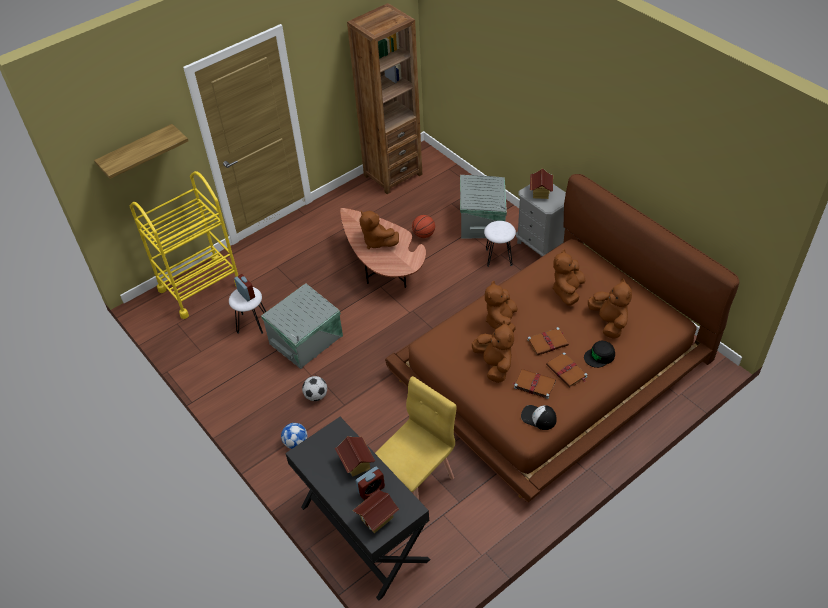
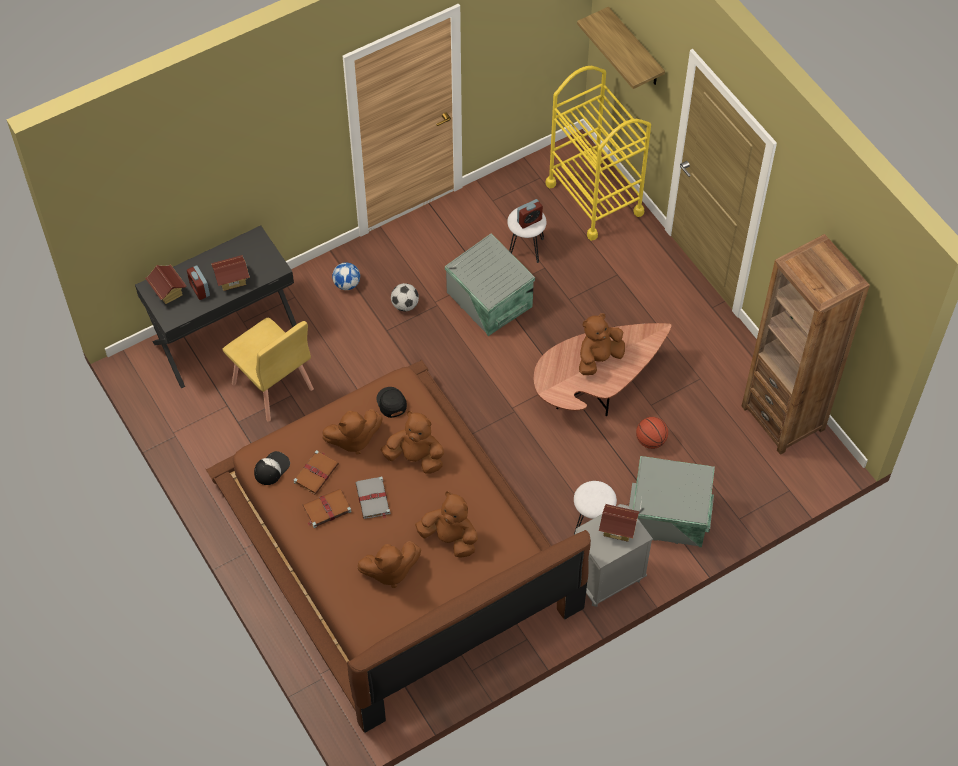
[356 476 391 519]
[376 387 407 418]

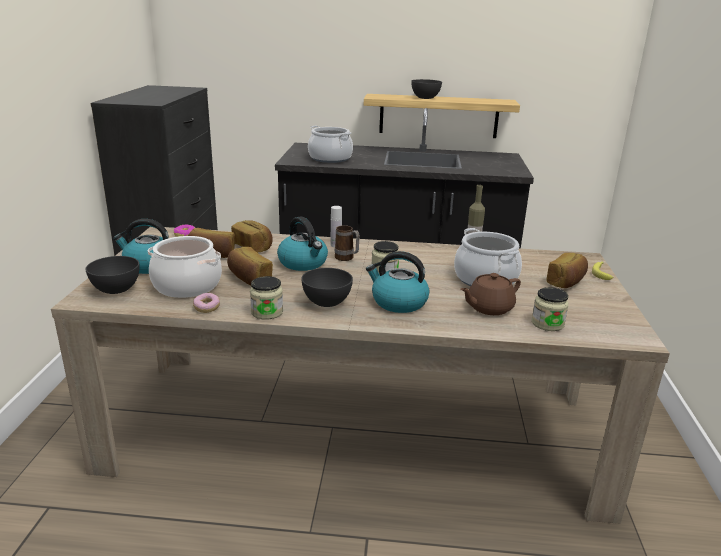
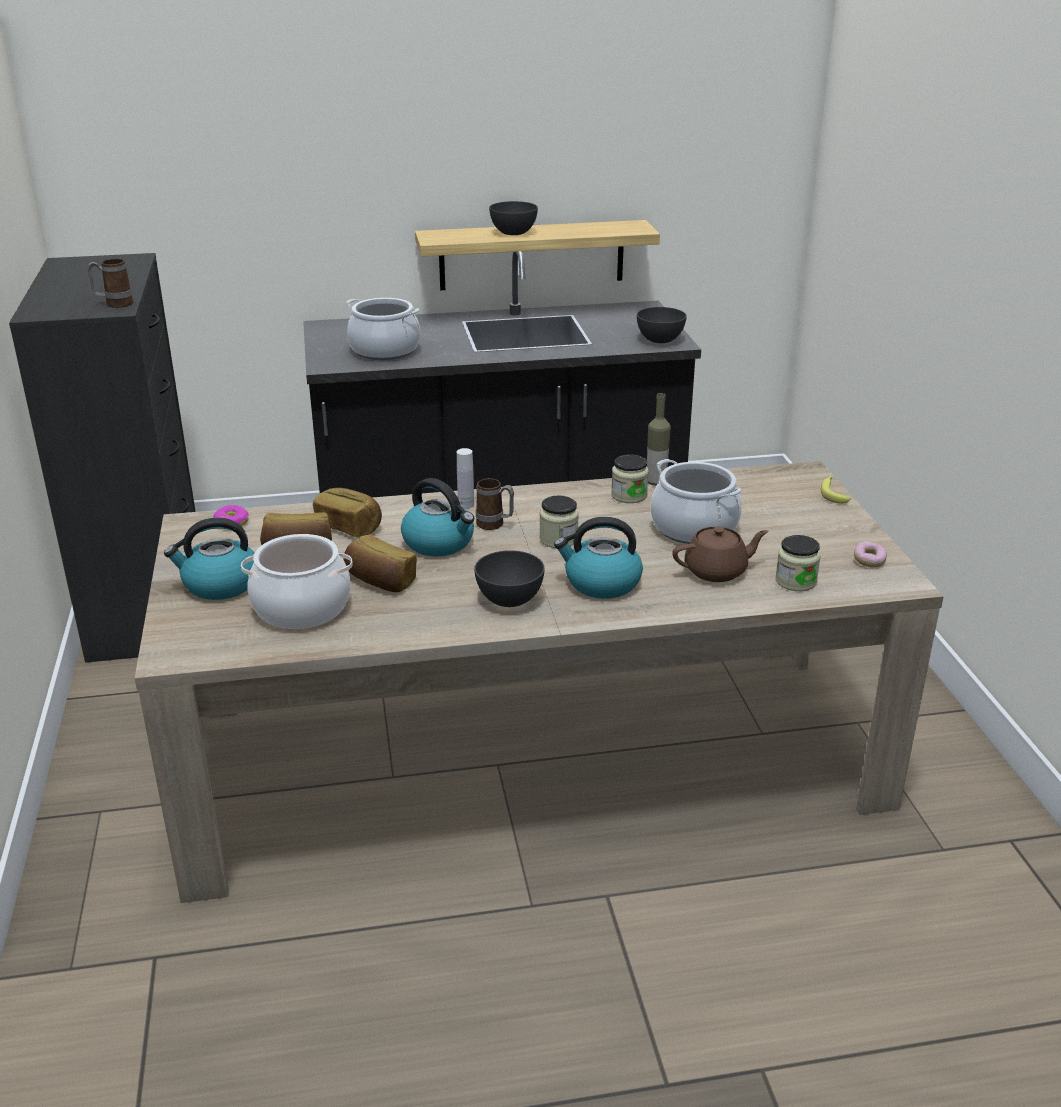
[546 253 588 288] (first image)
[637 307 687 343]
[672 526 768 582]
[611 454 649 503]
[854 542 887 568]
[87 258 133 308]

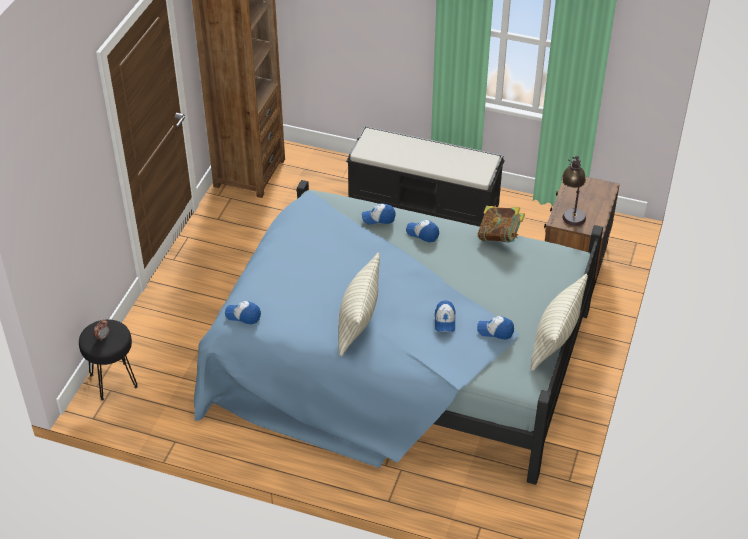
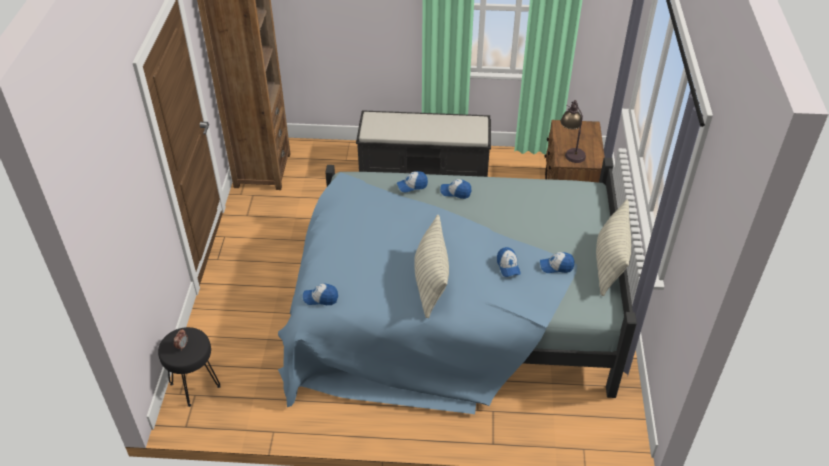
[478 206 525 242] (first image)

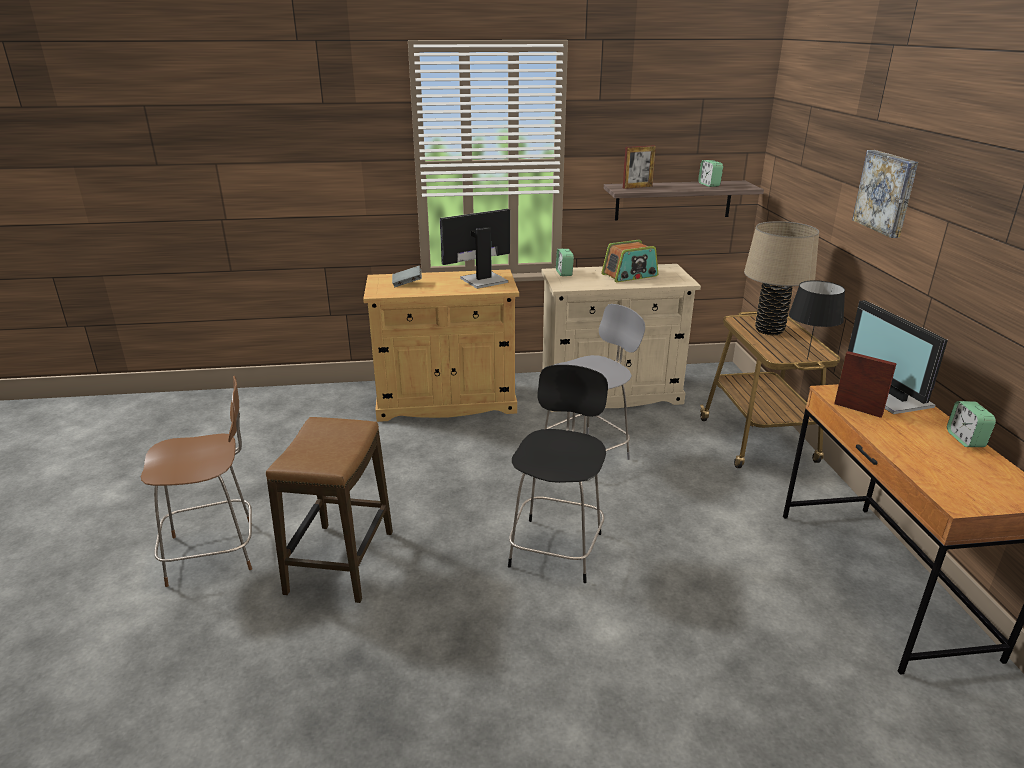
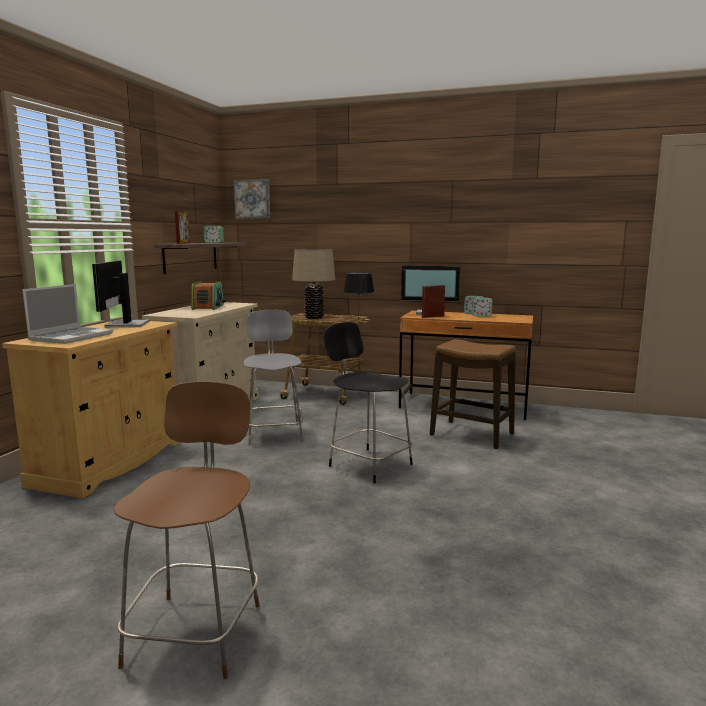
[233 179 270 219]
[472 297 493 317]
[22 284 113 344]
[430 339 516 449]

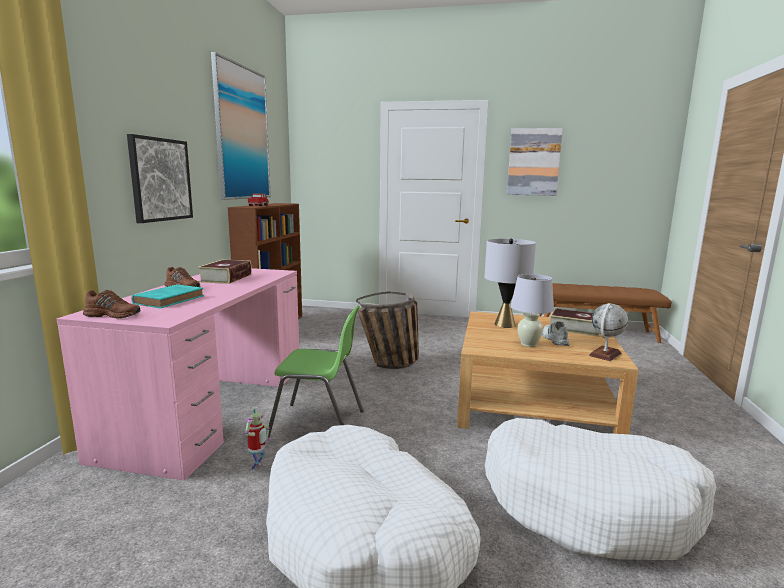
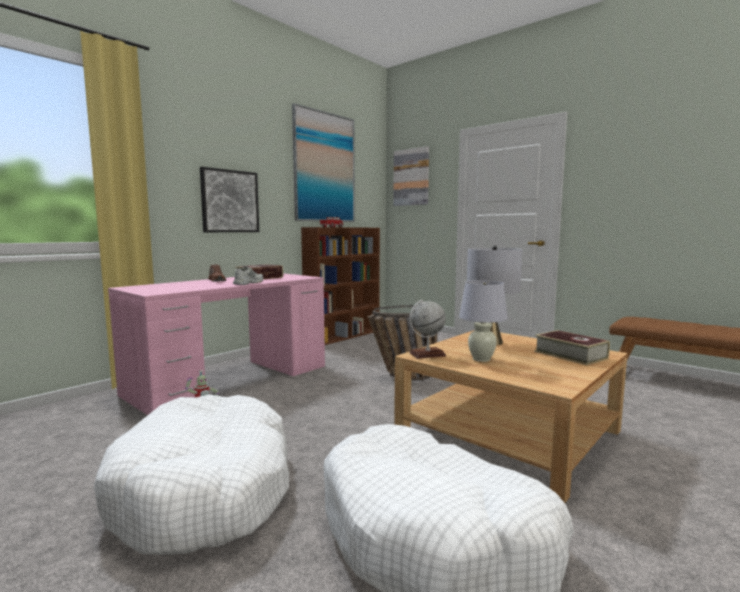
[393 146 429 206]
[131 284 204 308] (first image)
[83 290 140 319] (first image)
[409 300 446 359]
[268 305 364 438] (first image)
[233 267 263 285]

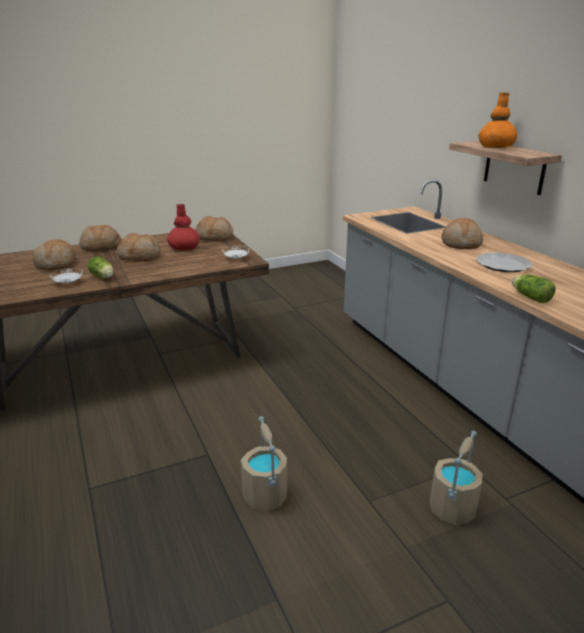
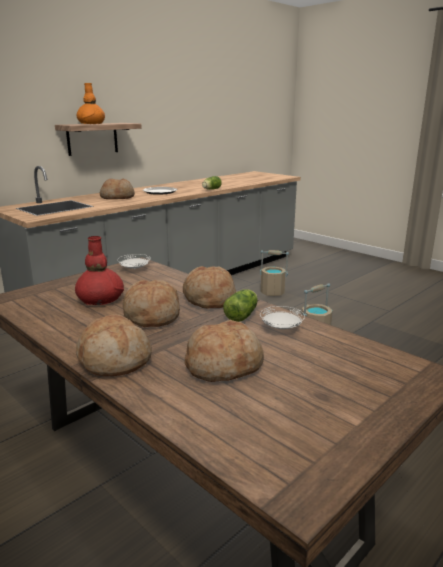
[183 266 236 309]

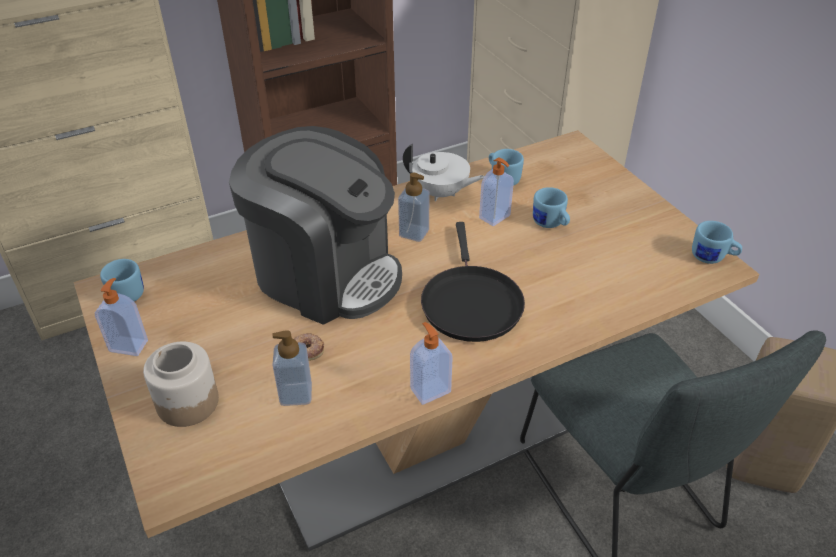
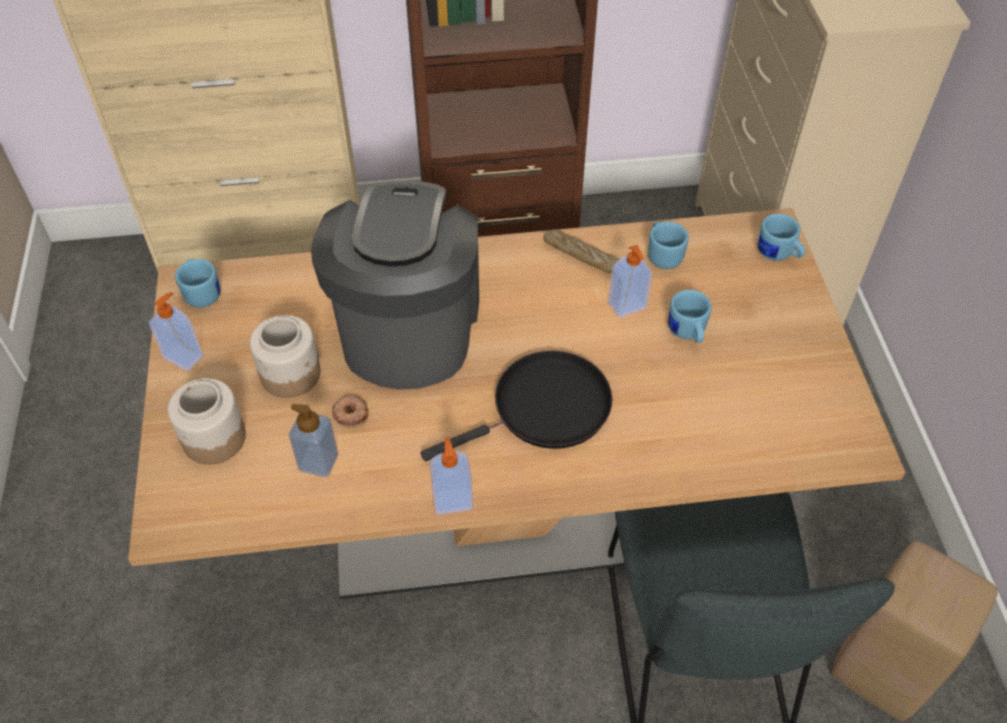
[311 181 479 390]
[543 229 619 273]
[398 173 429 242] (first image)
[758 214 805 261]
[421 351 613 461]
[250 315 321 398]

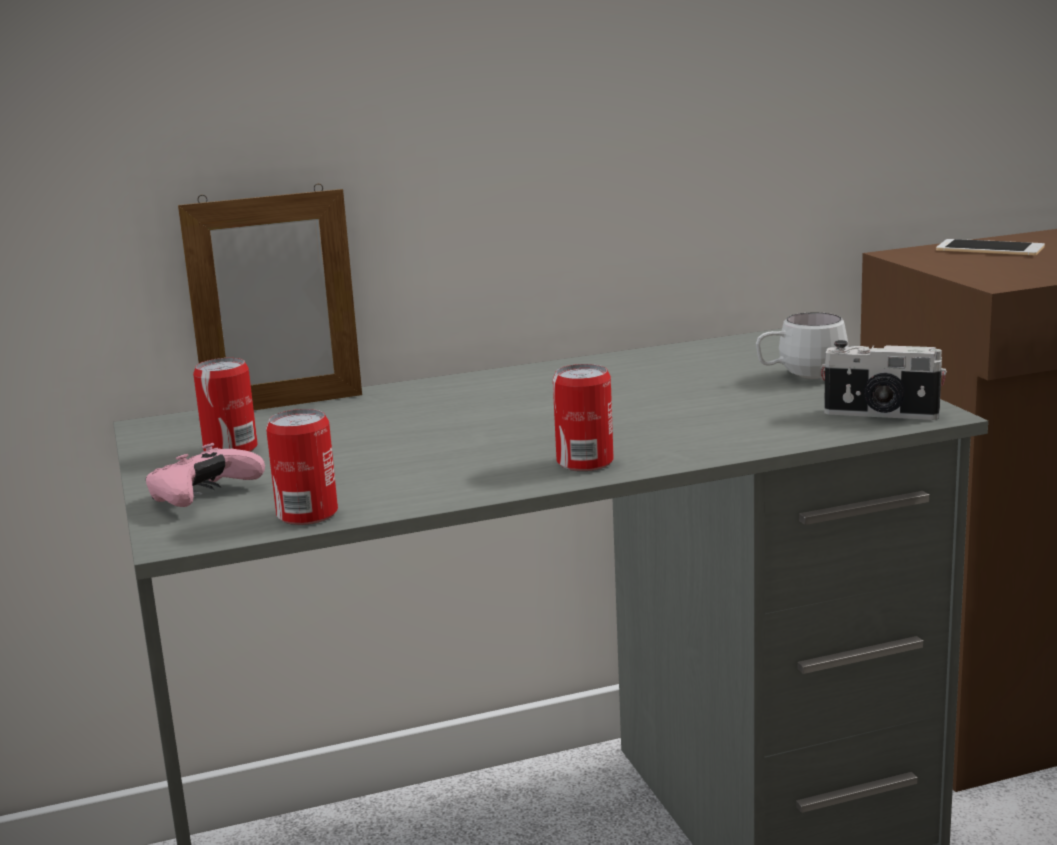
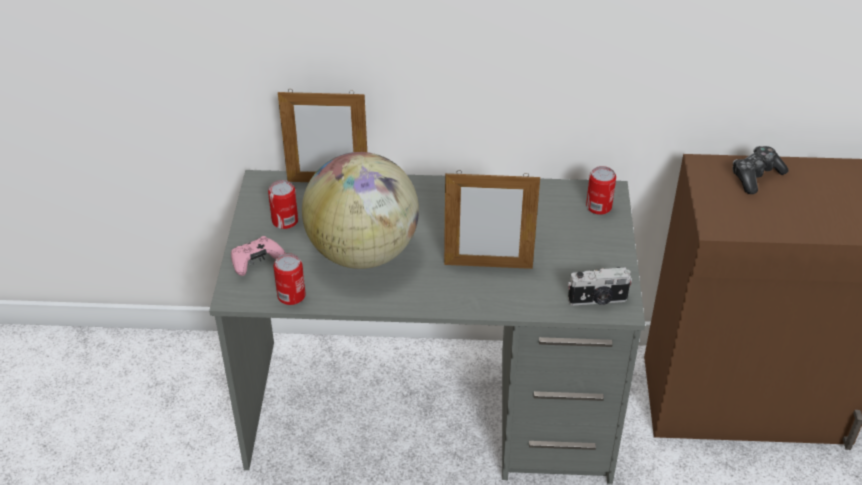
[732 146 789 194]
[756 312 849 379] (first image)
[568 267 632 305]
[586 166 616 215]
[302 152 419 269]
[444 170 540 269]

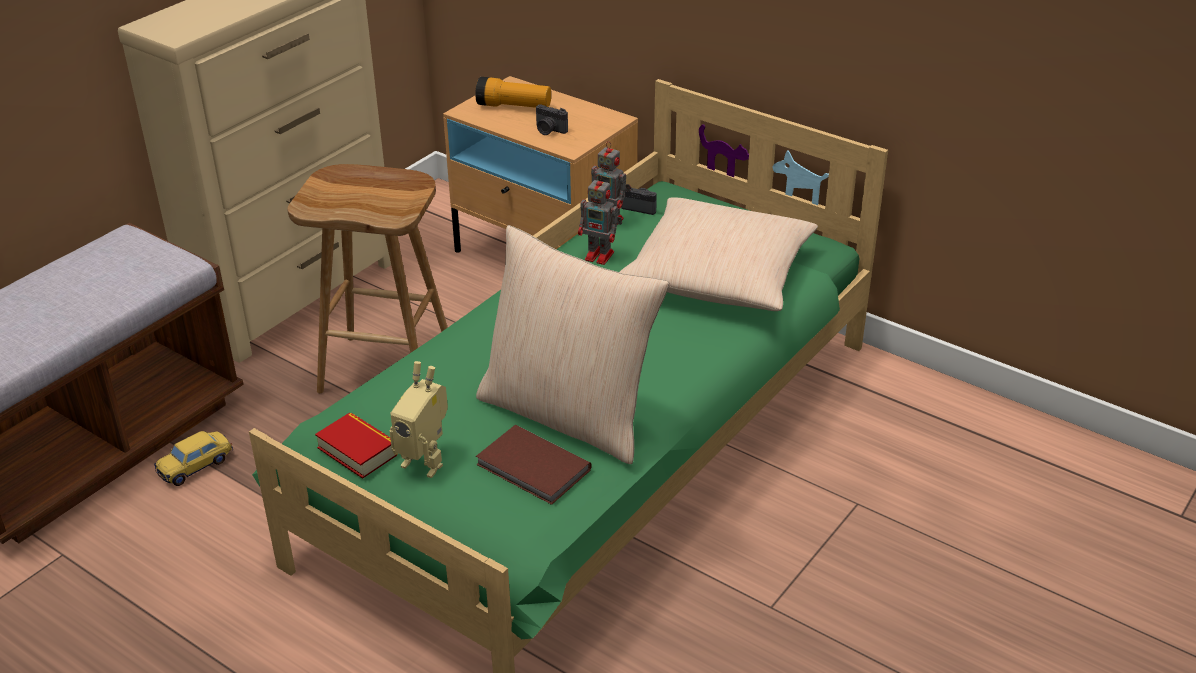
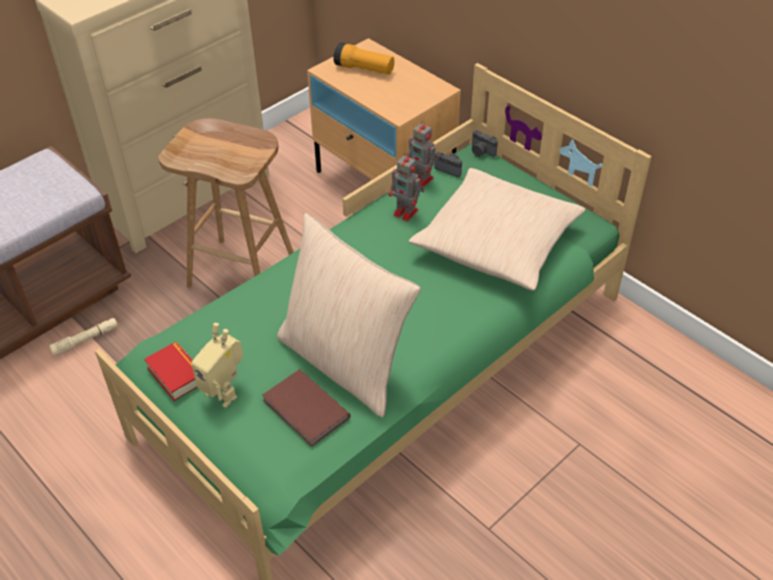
[472 130 498 157]
[49 318 118 356]

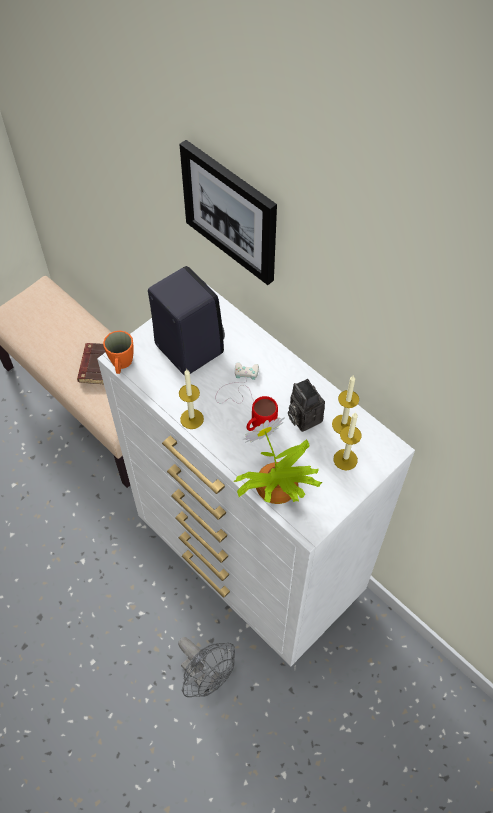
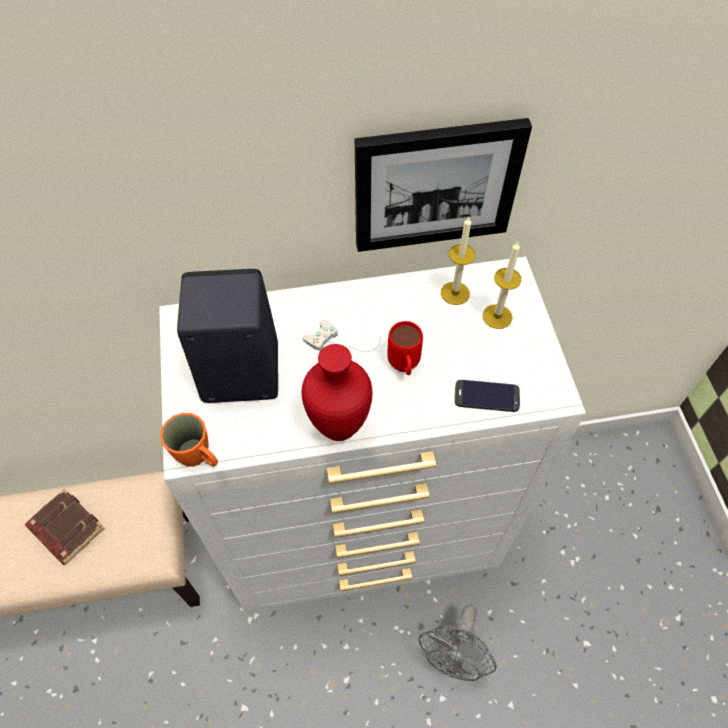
[355 118 532 252]
[302 344 372 441]
[288 379 325 432] (first image)
[454 380 520 412]
[419 604 497 681]

